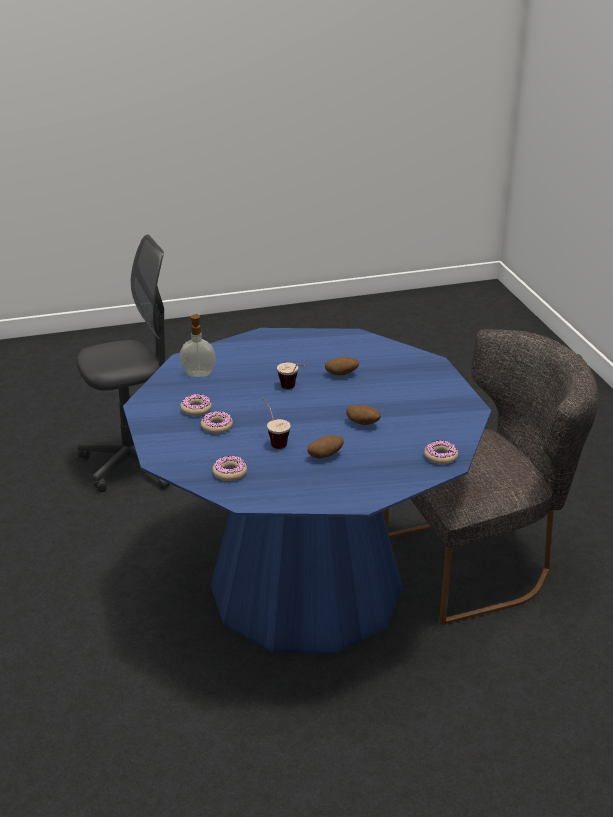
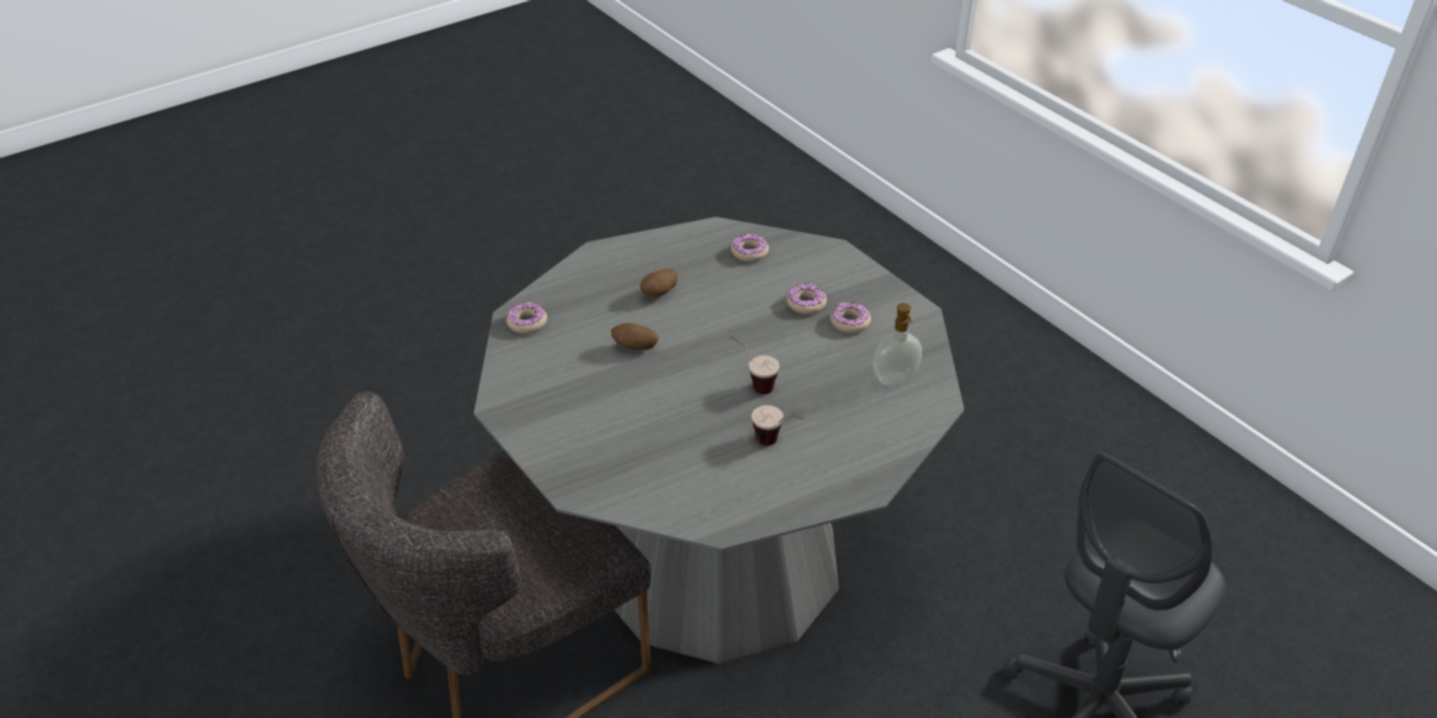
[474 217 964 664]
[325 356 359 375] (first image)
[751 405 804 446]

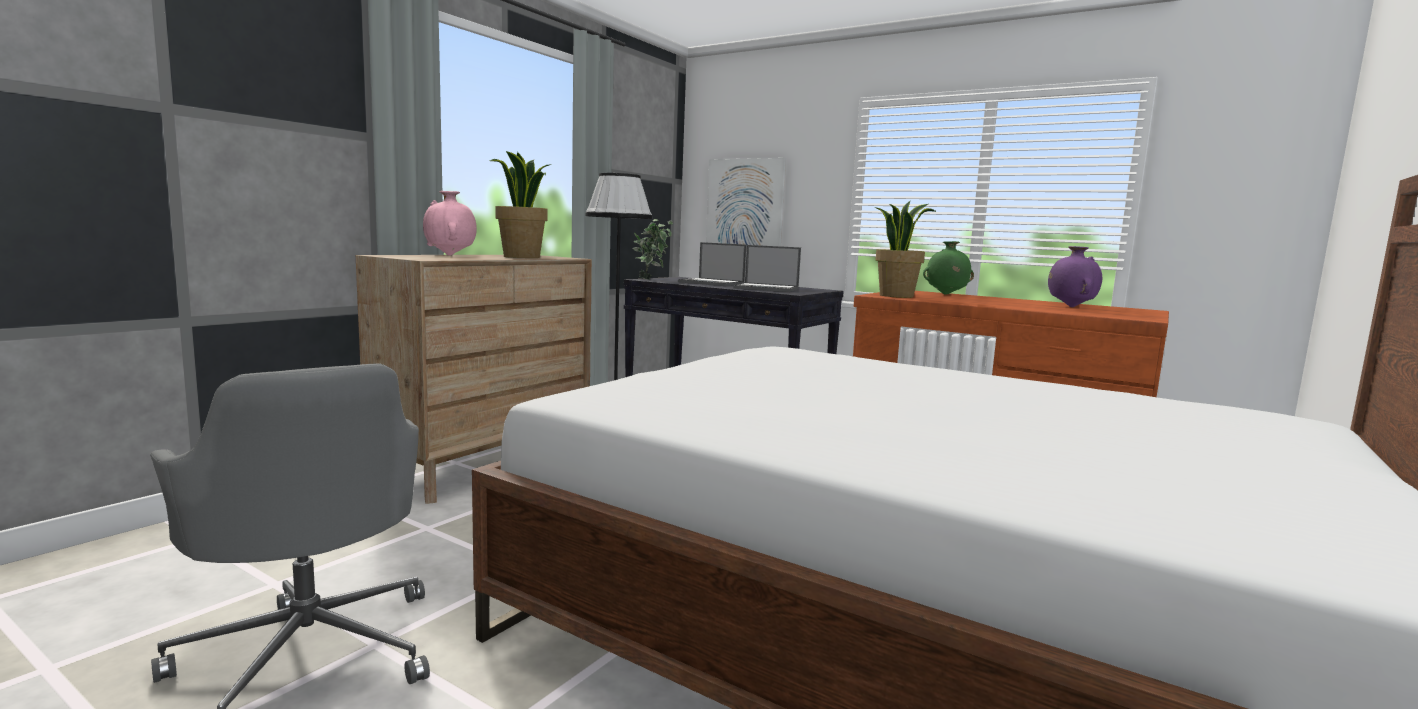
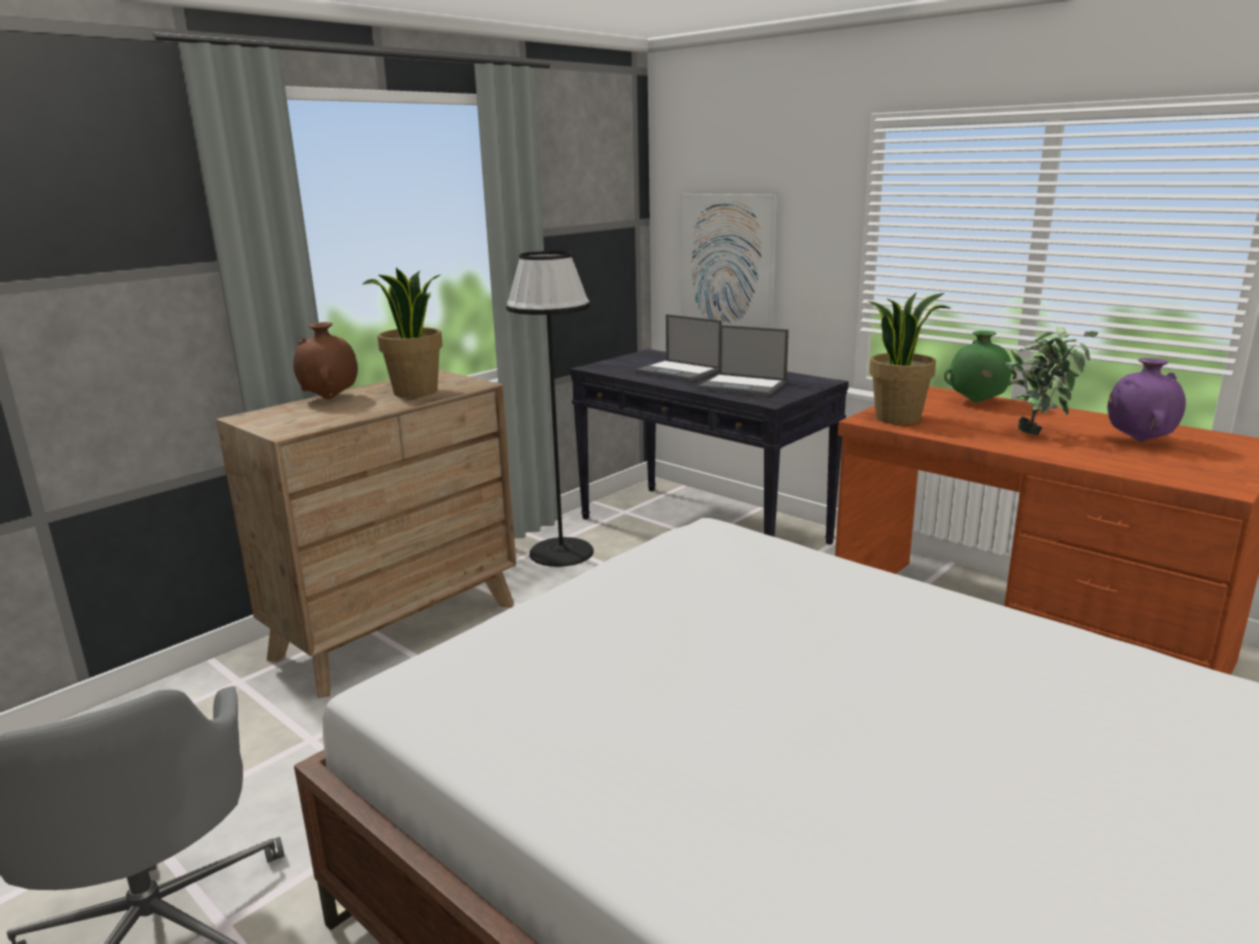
[293 322 358 399]
[1005 327 1099 435]

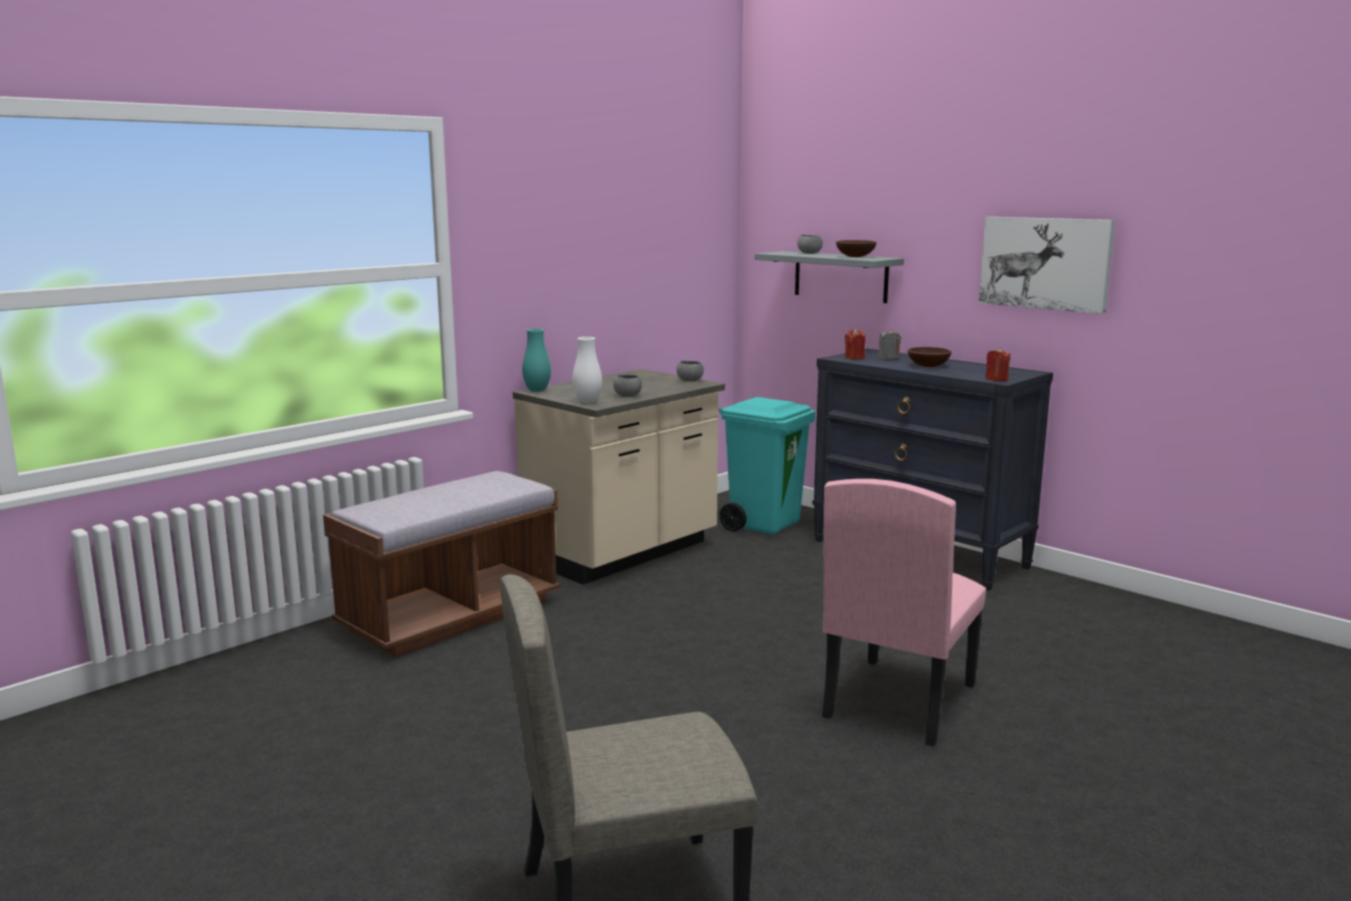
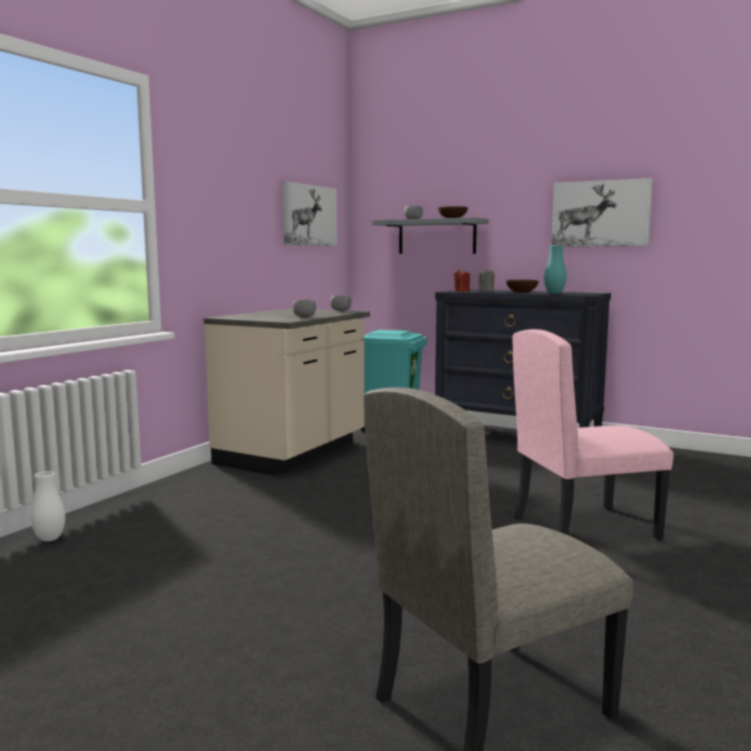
[544 246 567 294]
[31 471 65 541]
[985 347 1011 381] (first image)
[323 471 560 657] (first image)
[513 329 674 539]
[283 181 337 246]

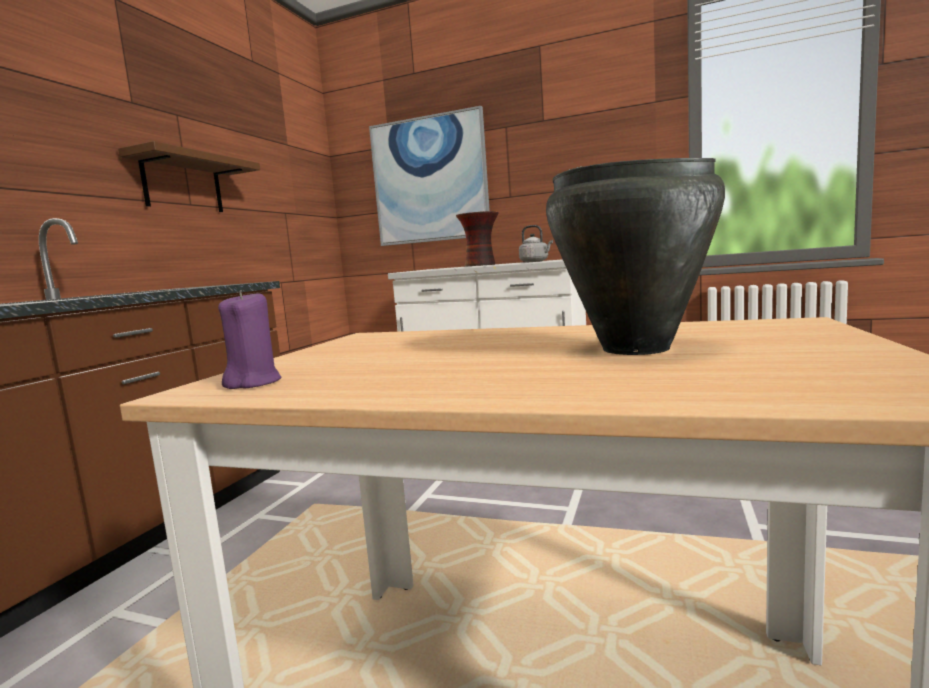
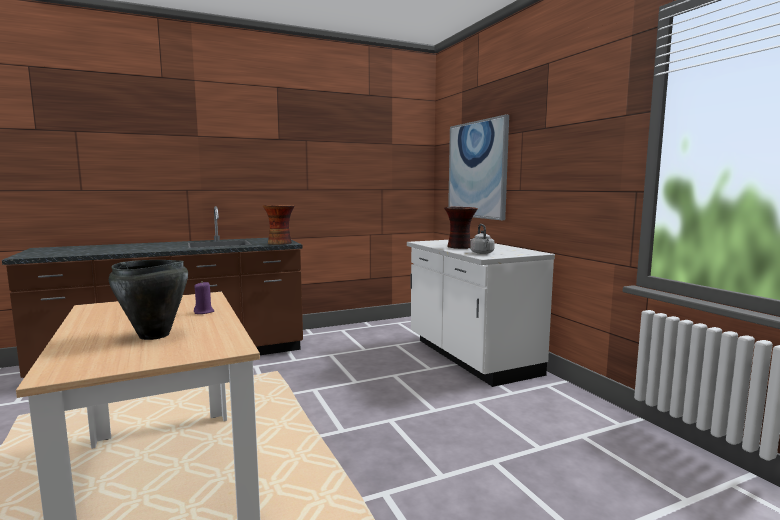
[118 141 260 212] (first image)
[194 282 214 314]
[263 205 295 245]

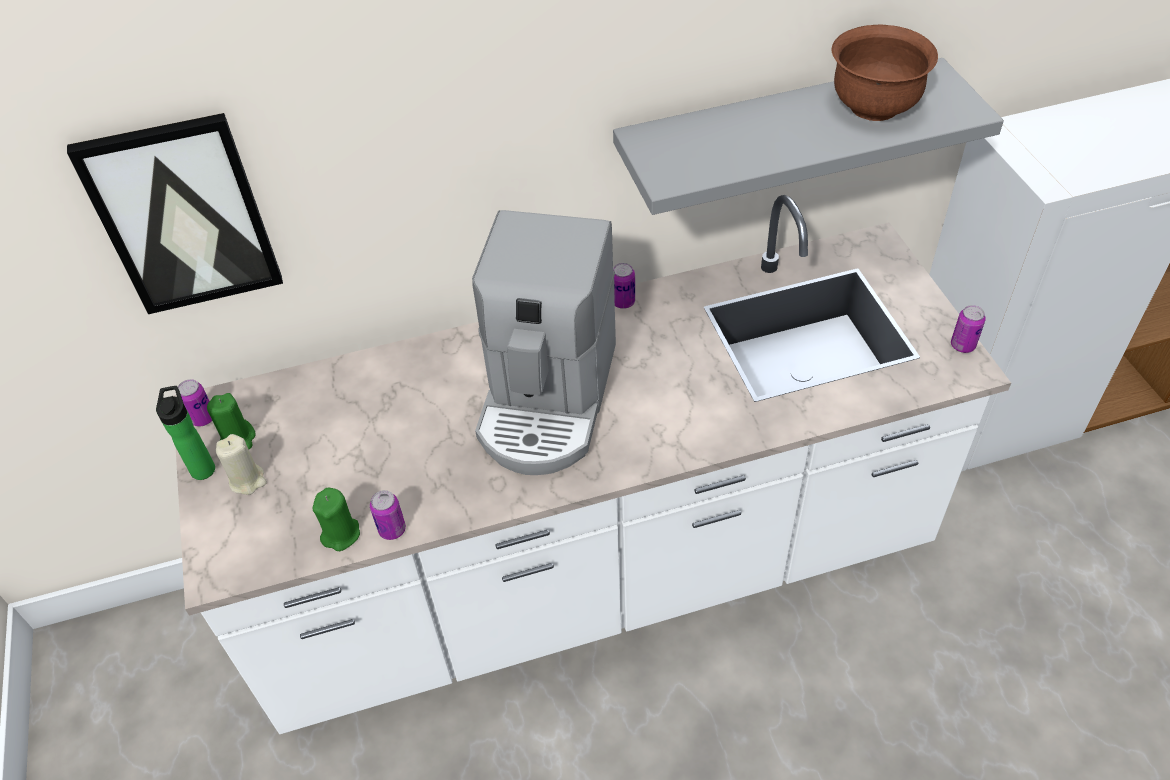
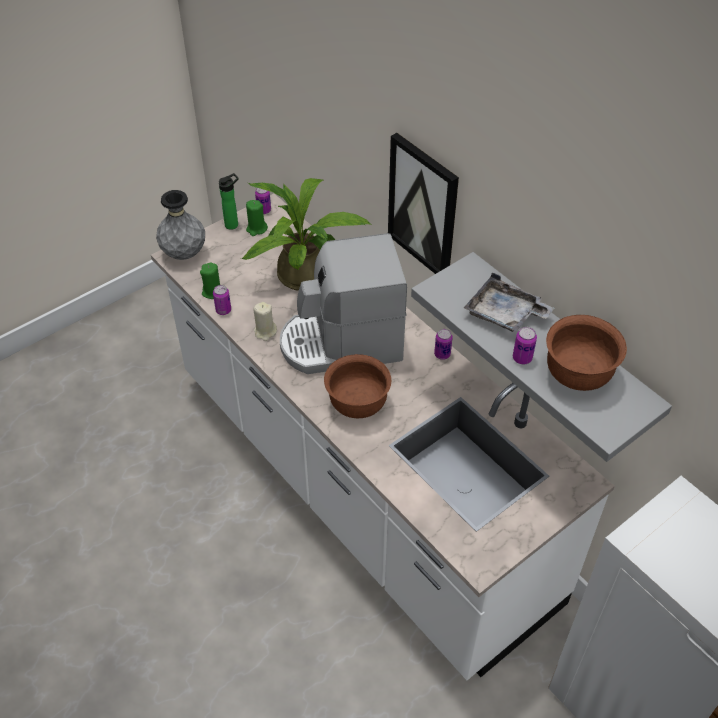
[388 133 459 274]
[513 327 537 364]
[253 302 277 341]
[241 178 371 291]
[156 190 205 260]
[464 272 554 332]
[324 354 391 418]

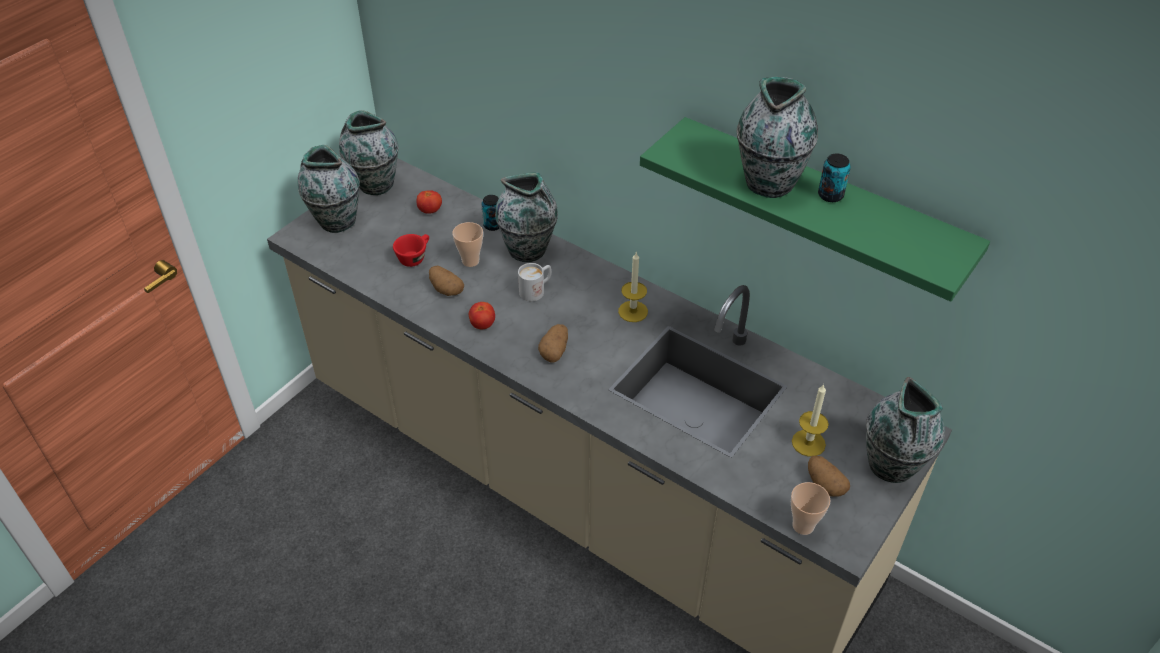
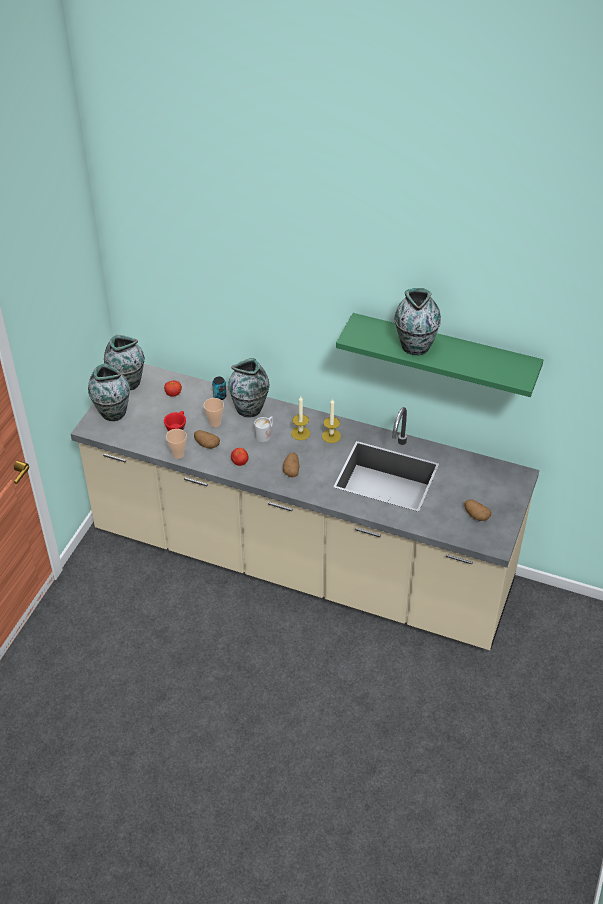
[818 154 851 202] (first image)
[866 377 945 483] (first image)
[291 396 310 440]
[166 429 187 459]

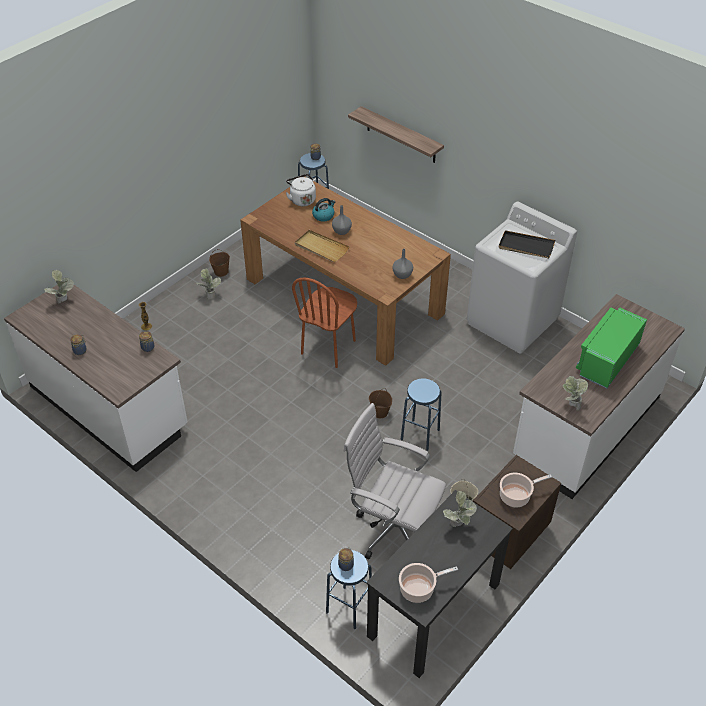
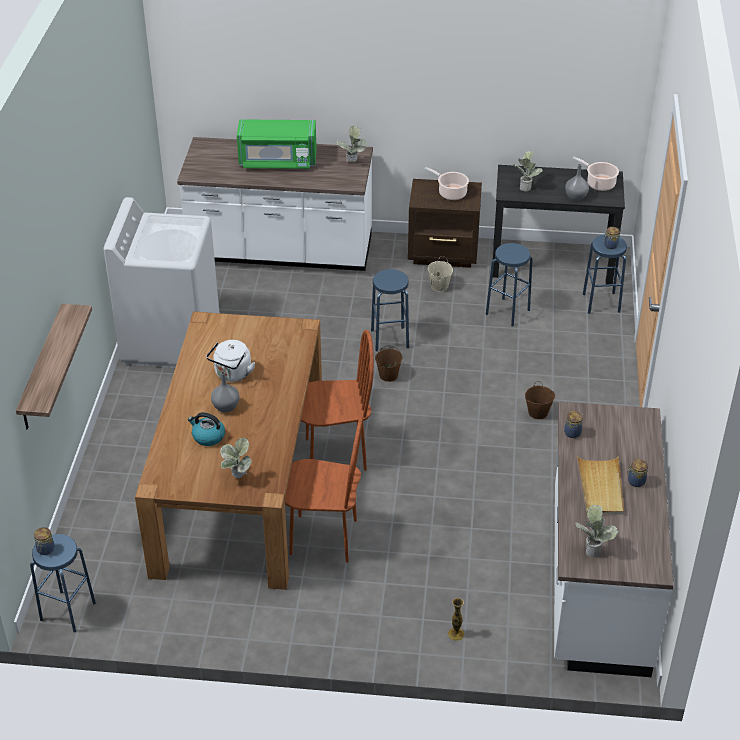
[206 340 255 382]
[577 456 624 514]
[499 230 555 259] (first image)
[525 381 555 419]
[565 164 589 201]
[220 438 251 479]
[486 243 532 326]
[285 417 363 563]

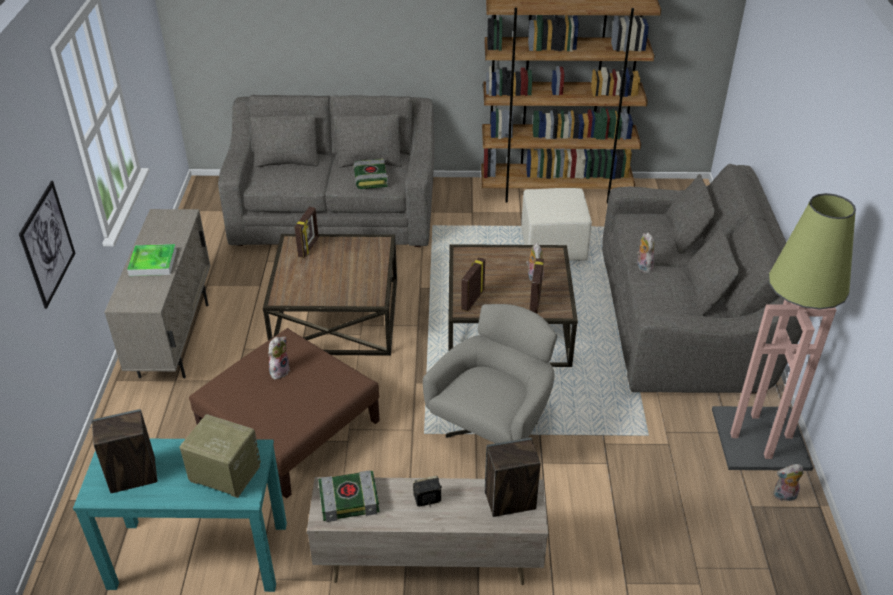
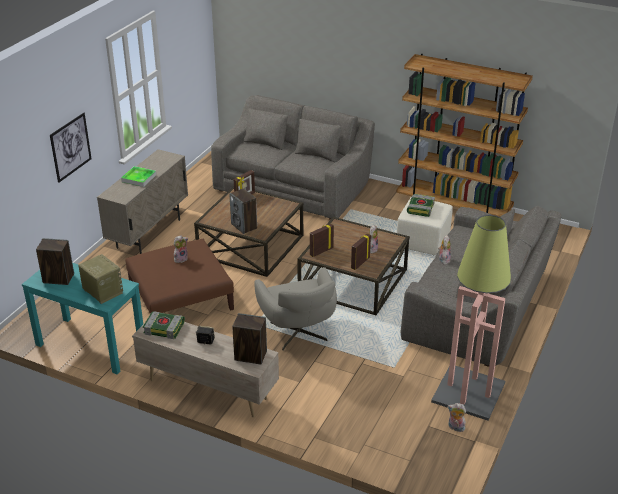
[407 194 435 217]
[254 267 337 351]
[229 188 257 234]

